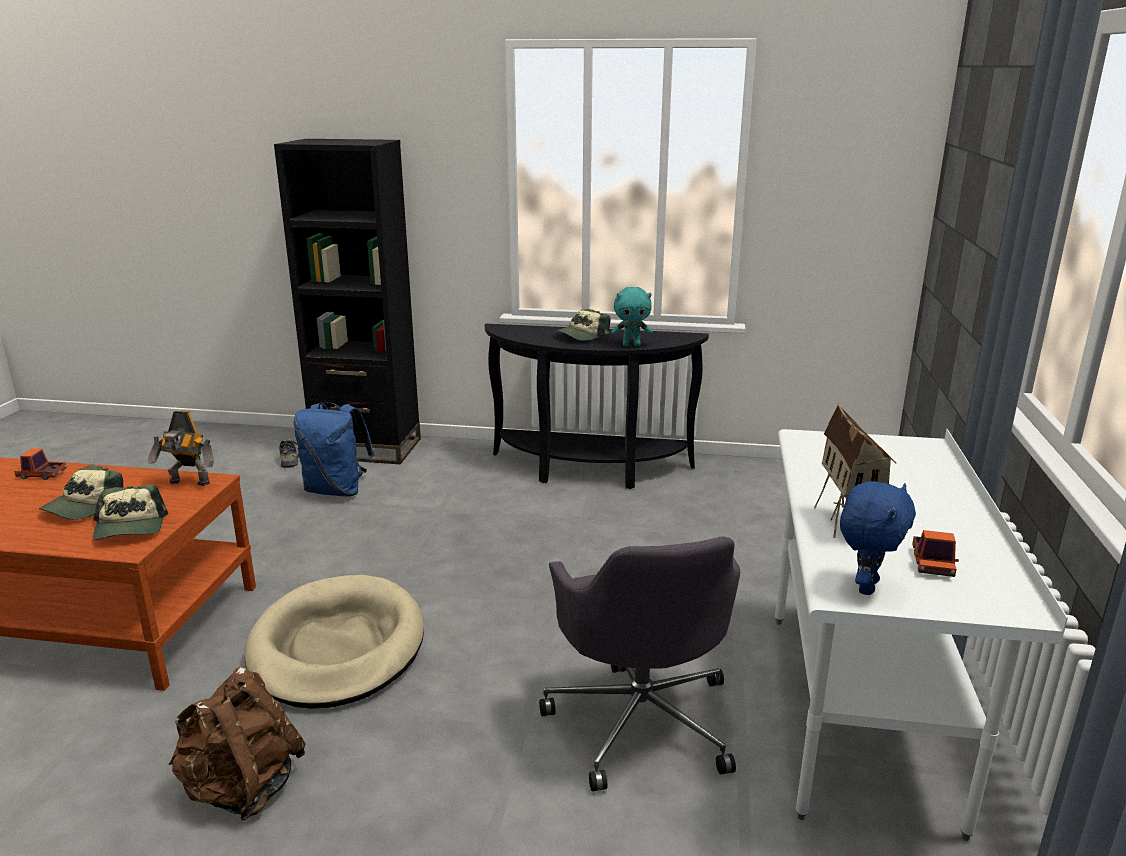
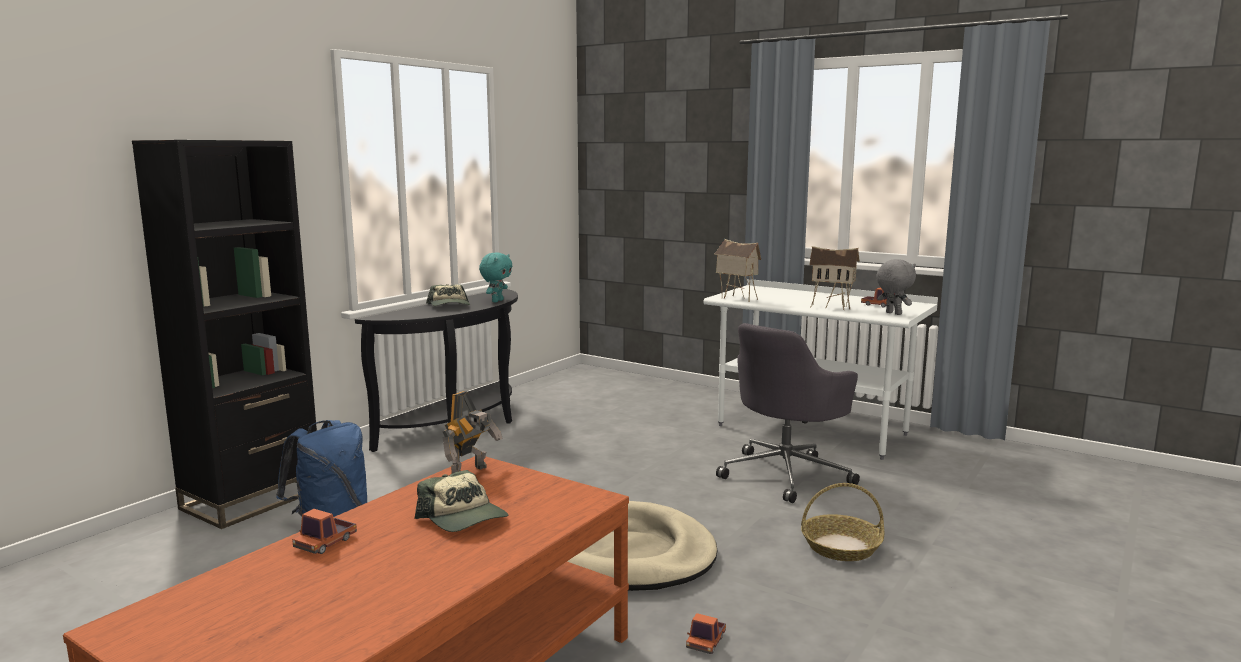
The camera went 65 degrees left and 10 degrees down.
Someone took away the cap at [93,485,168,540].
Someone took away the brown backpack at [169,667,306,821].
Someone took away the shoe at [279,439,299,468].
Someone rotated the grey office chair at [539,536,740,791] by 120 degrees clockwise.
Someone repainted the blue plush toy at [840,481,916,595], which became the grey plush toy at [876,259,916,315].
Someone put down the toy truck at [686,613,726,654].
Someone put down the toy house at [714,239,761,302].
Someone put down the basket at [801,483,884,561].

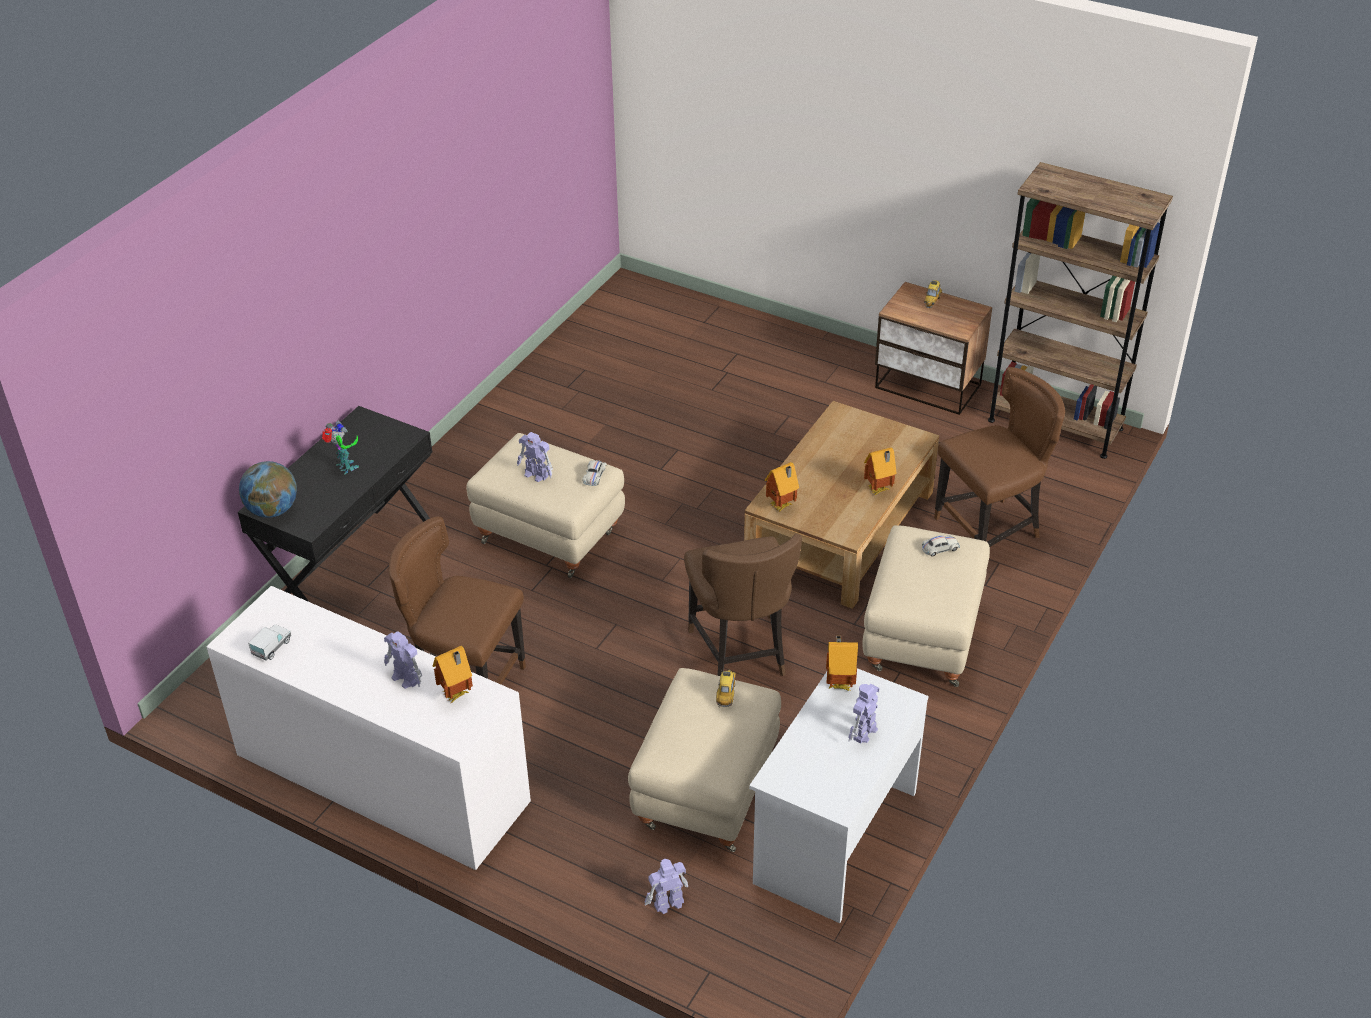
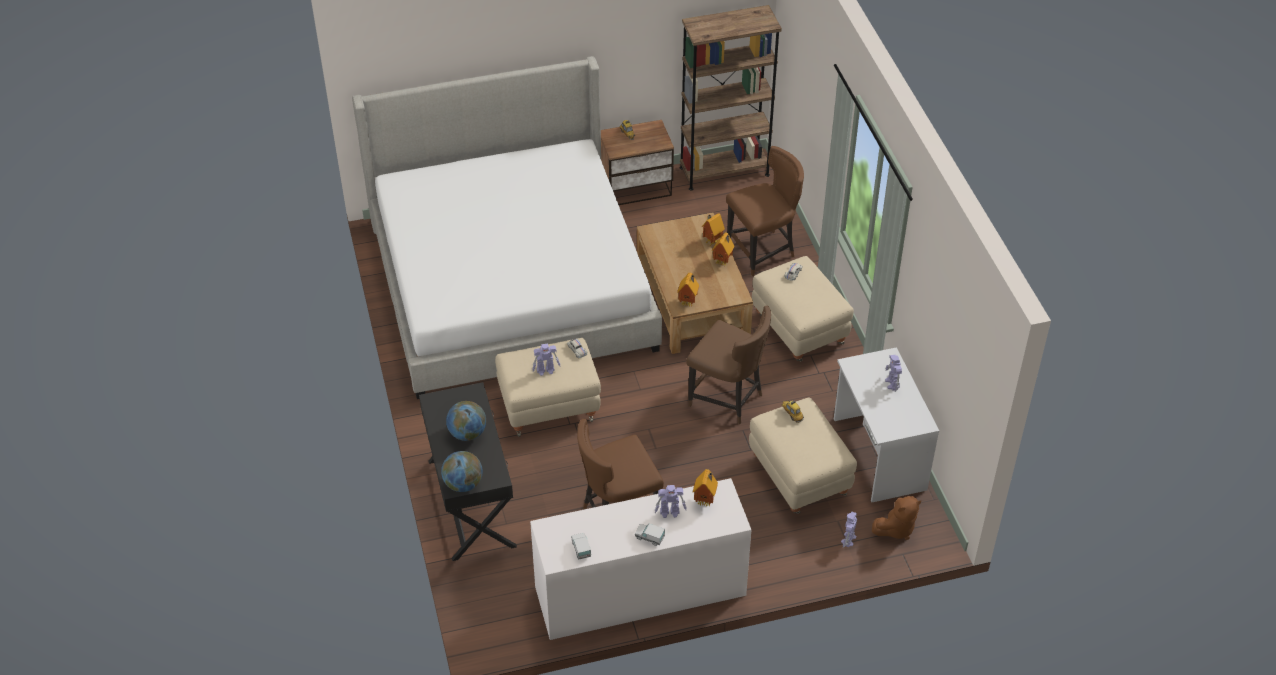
The camera went 45 degrees left and 5 degrees up.
Someone swapped the toy robot at [322,420,359,474] for the globe at [446,401,486,441].
Someone carried the toy house from [826,636,858,691] to [702,213,725,246].
Someone rotated the brown chair at [934,367,1065,547] by 45 degrees clockwise.
Someone put down the bed at [352,56,662,399].
Someone put down the toy truck at [635,524,665,546].
Someone put down the brown plush toy at [872,496,921,540].

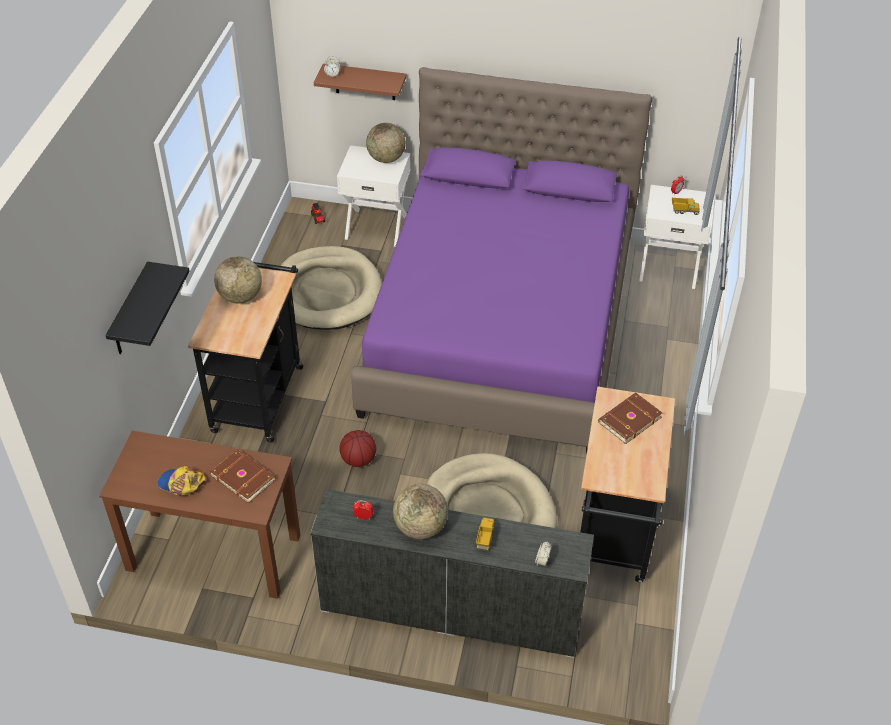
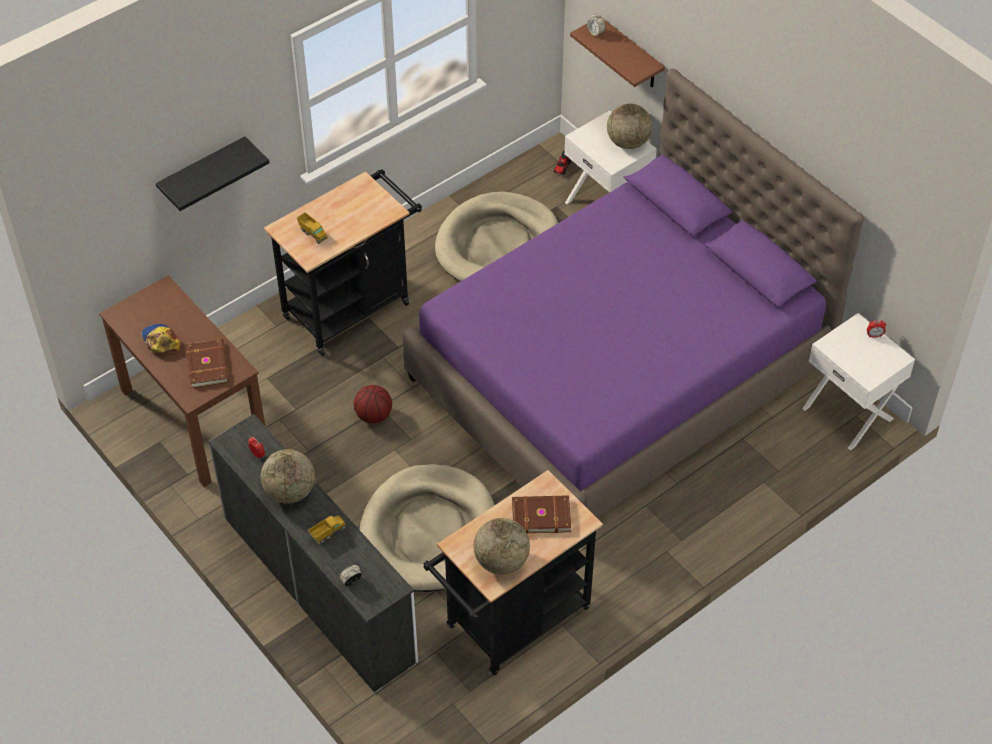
The camera went 40 degrees right and 5 degrees up.
Someone carried the globe from [214,256,262,303] to [474,518,530,575].
Someone carried the toy truck from [672,198,700,215] to [297,212,328,244].

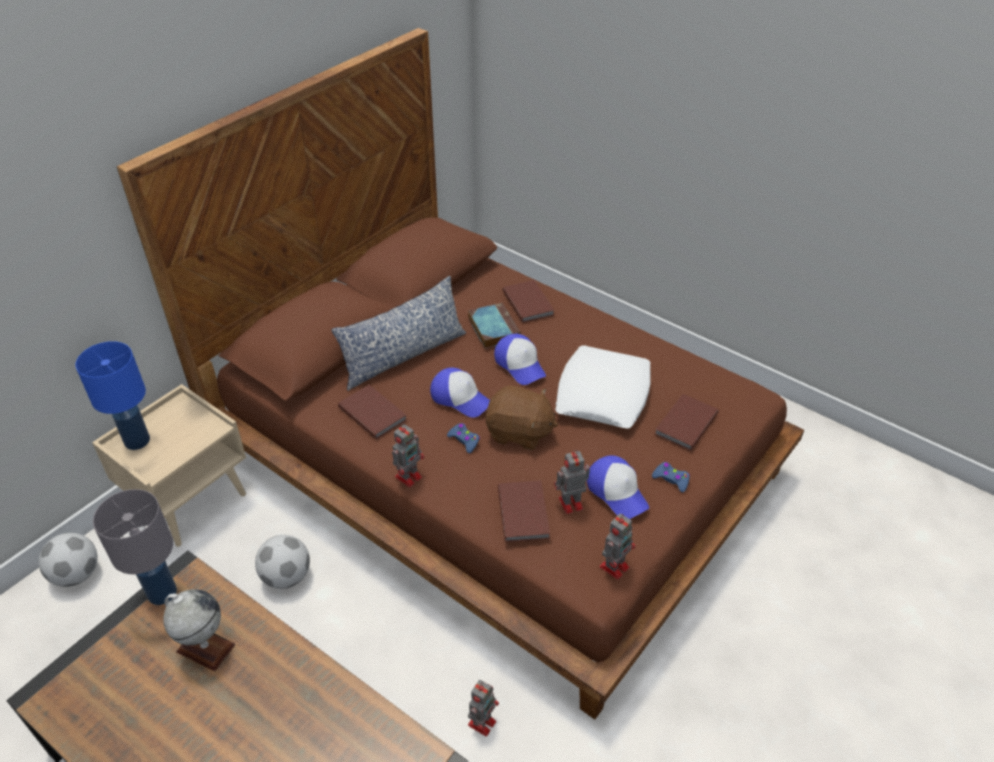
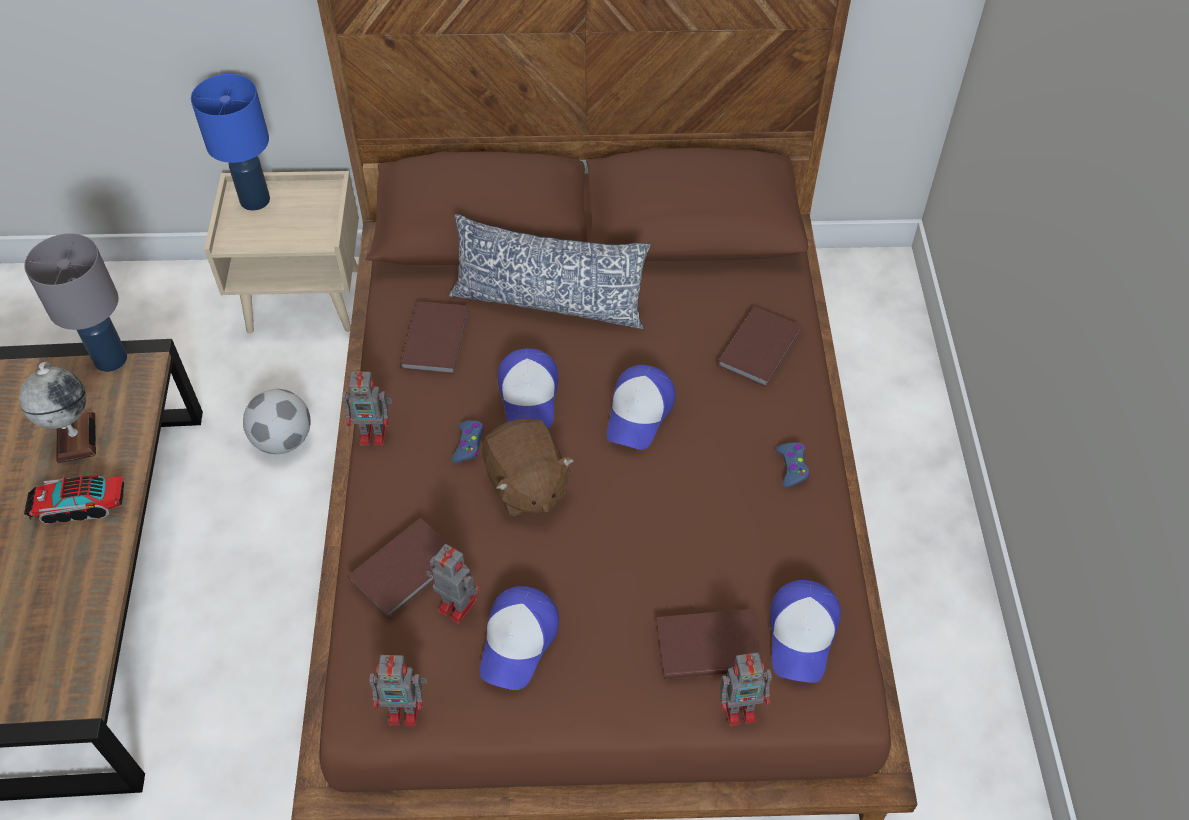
The camera went 50 degrees right and 10 degrees up.
Someone took away the football at [39,533,98,587].
Someone took away the book at [468,303,521,349].
Someone carried the toy robot from [468,680,499,737] to [720,653,772,726].
Someone took away the white pillow at [555,346,651,429].
Someone carried the blue game controller from [652,462,690,493] to [776,442,810,488].
Someone put down the toy truck at [24,474,124,524].
Someone put down the cap at [770,580,841,683].

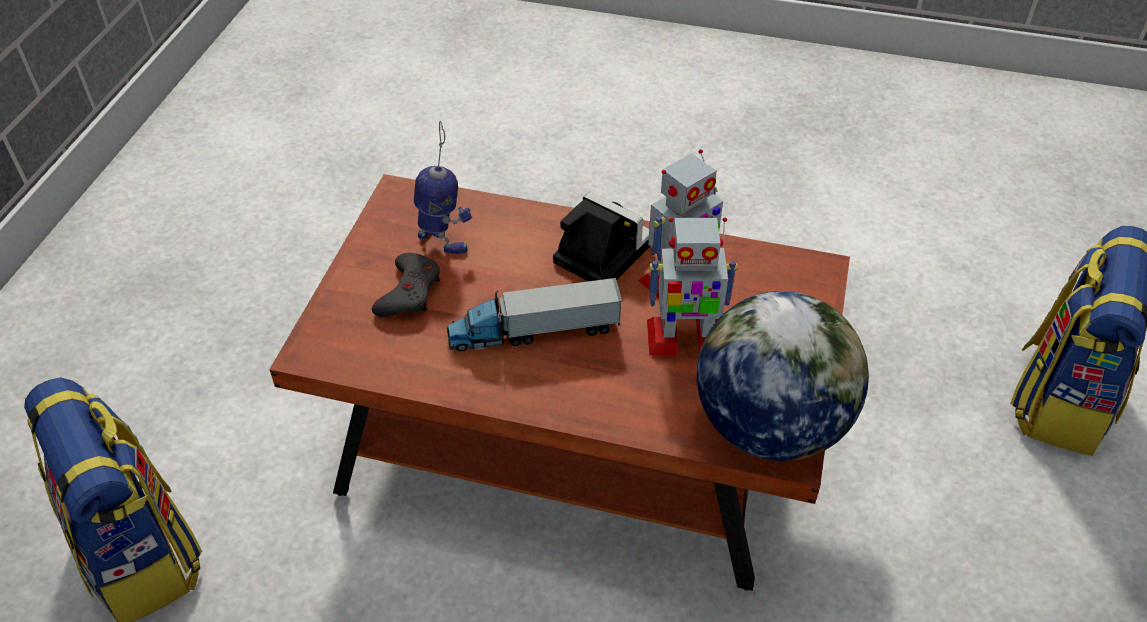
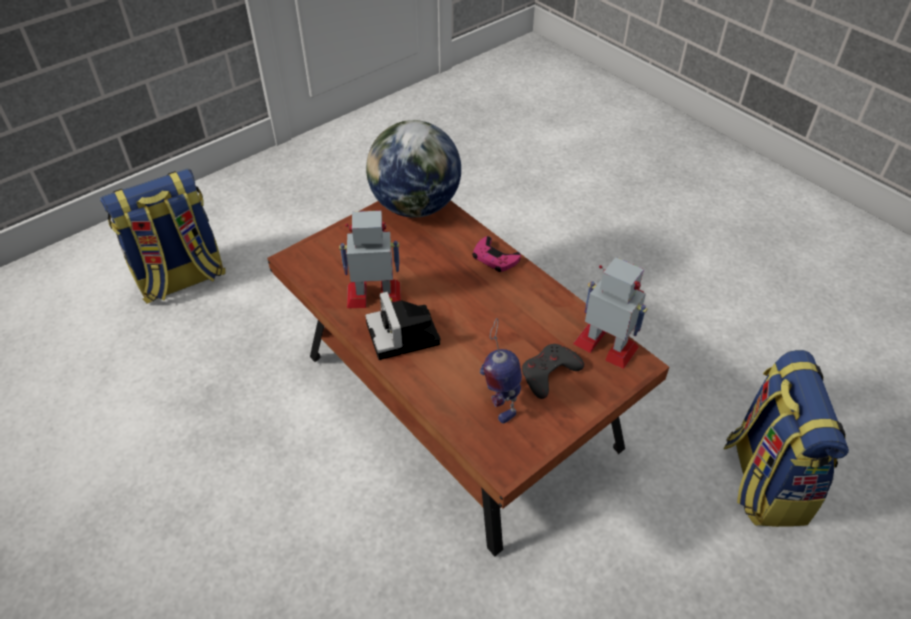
The camera went 145 degrees left and 0 degrees up.
Someone took away the toy truck at [447,278,622,351].
Someone carried the toy robot from [647,217,738,355] to [573,257,647,369].
Someone put down the pink game controller at [472,236,521,272].

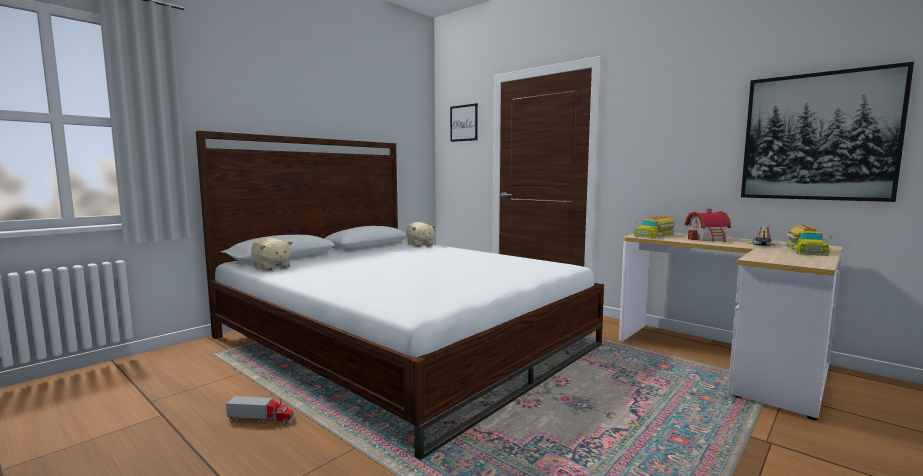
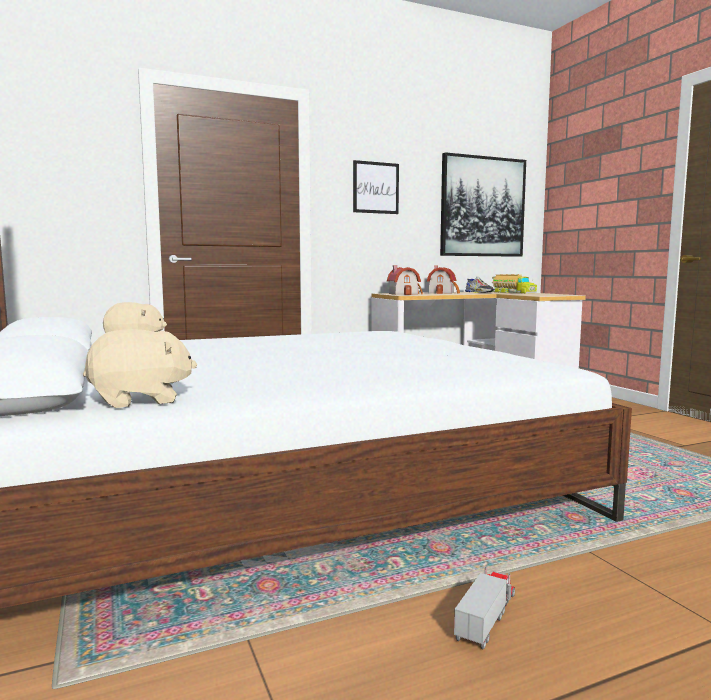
The camera went 65 degrees left and 0 degrees up.
Someone carried the picture from [450,103,478,142] to [353,160,399,214].
Someone swapped the toy truck at [634,216,676,239] for the toy house at [387,265,423,295].

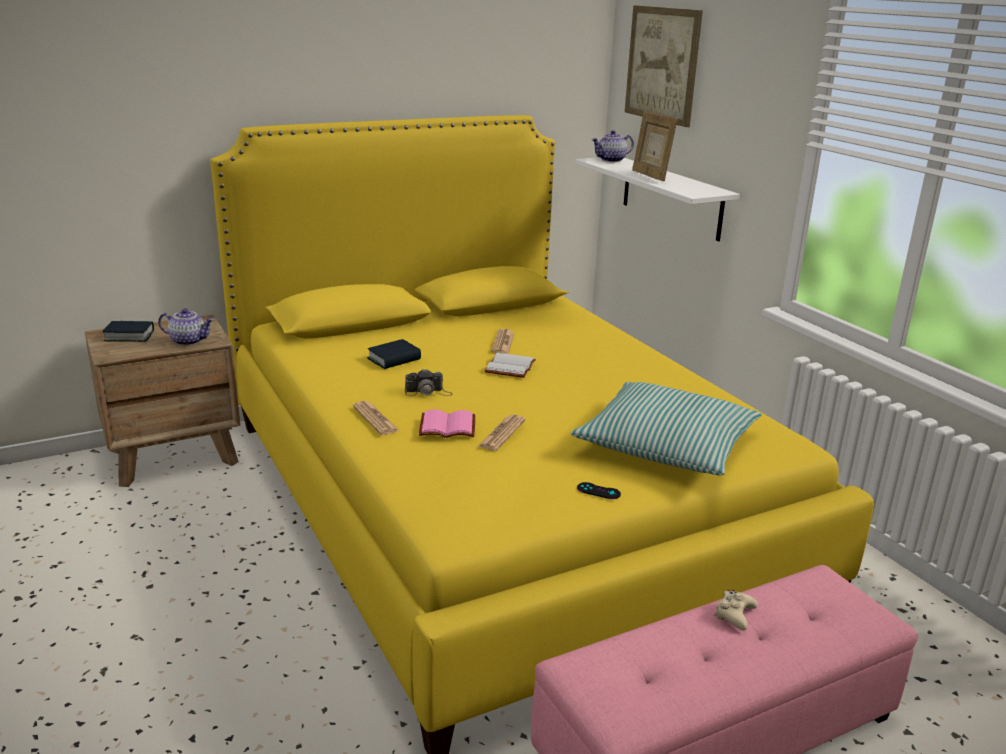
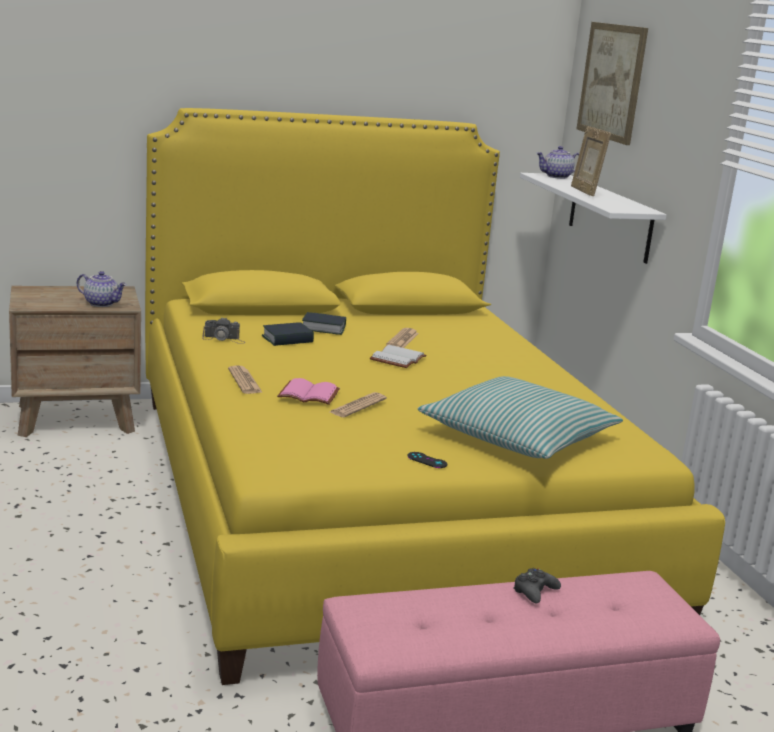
The camera went 10 degrees right and 5 degrees down.
Someone carried the book from [102,321,154,342] to [302,312,346,335].
Someone carried the photo camera from [405,369,453,396] to [202,318,245,344].
Someone repainted the beige game controller at [714,590,758,630], which became the black game controller at [513,568,561,604].

